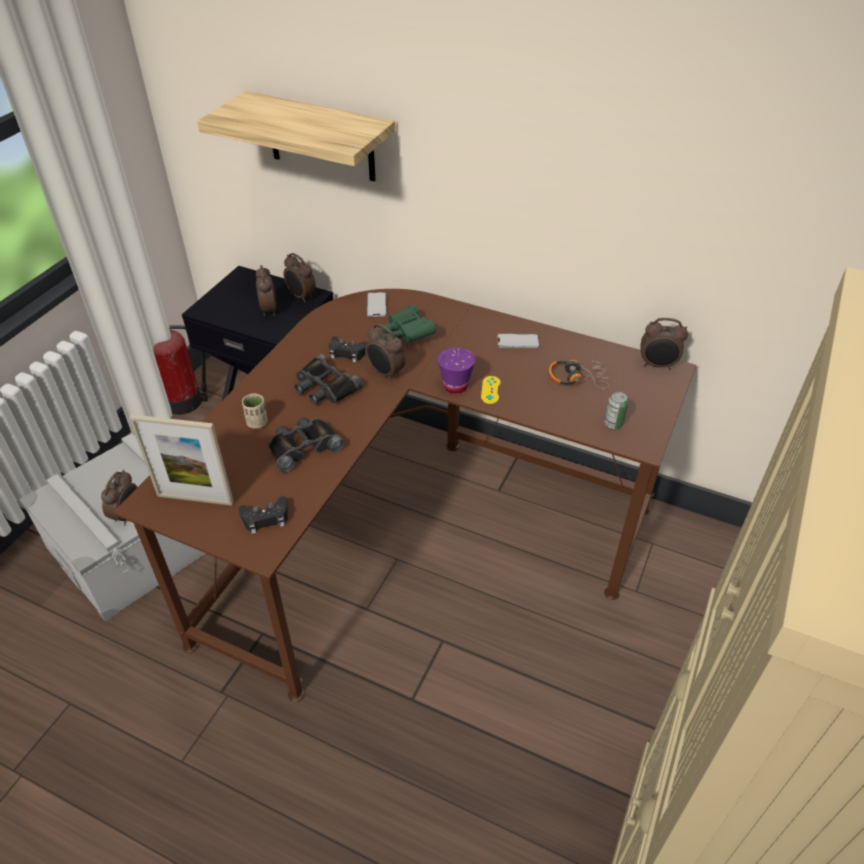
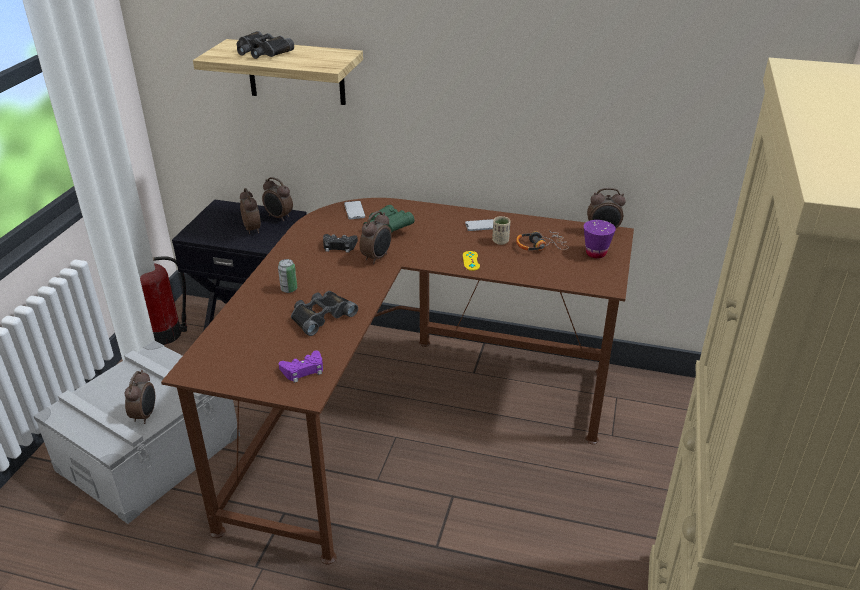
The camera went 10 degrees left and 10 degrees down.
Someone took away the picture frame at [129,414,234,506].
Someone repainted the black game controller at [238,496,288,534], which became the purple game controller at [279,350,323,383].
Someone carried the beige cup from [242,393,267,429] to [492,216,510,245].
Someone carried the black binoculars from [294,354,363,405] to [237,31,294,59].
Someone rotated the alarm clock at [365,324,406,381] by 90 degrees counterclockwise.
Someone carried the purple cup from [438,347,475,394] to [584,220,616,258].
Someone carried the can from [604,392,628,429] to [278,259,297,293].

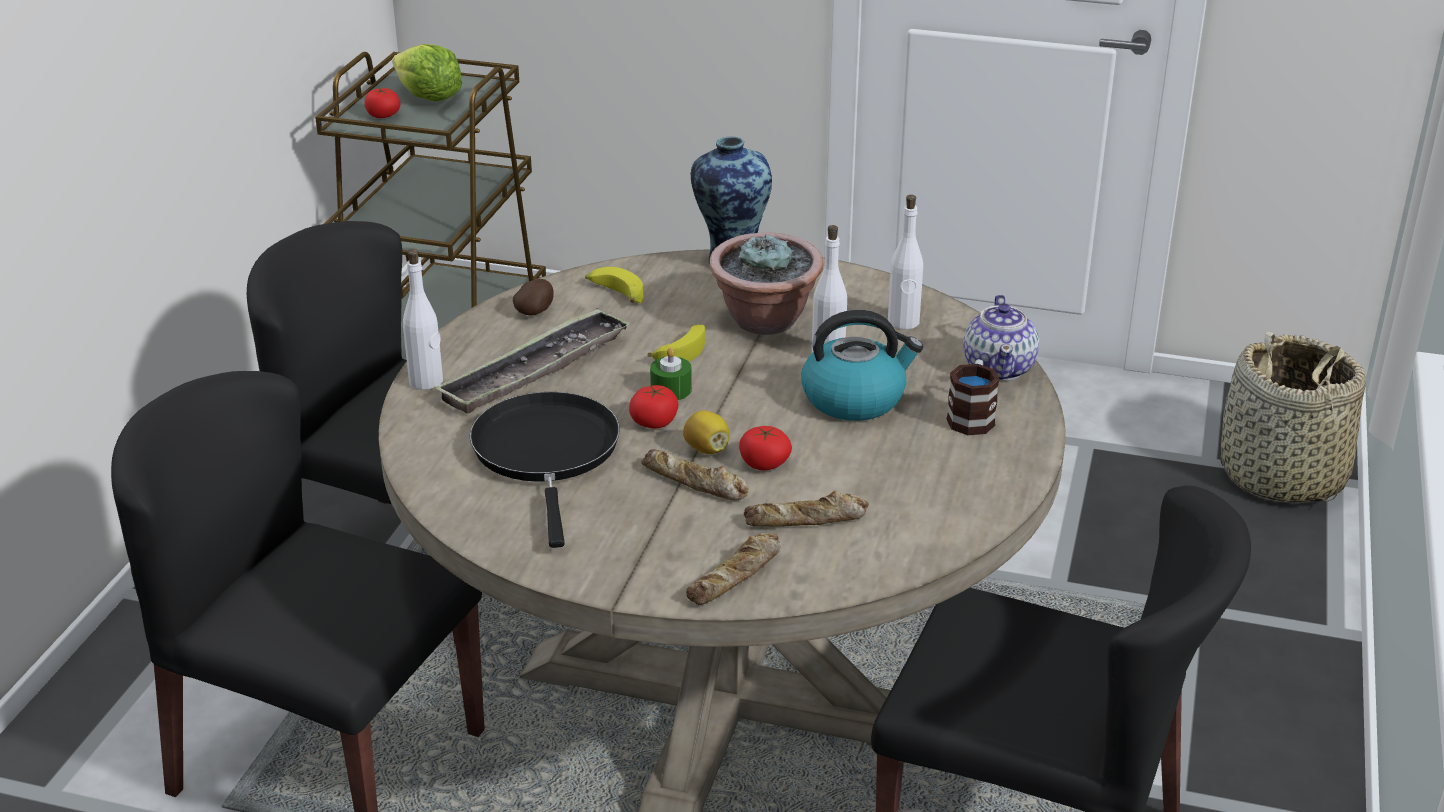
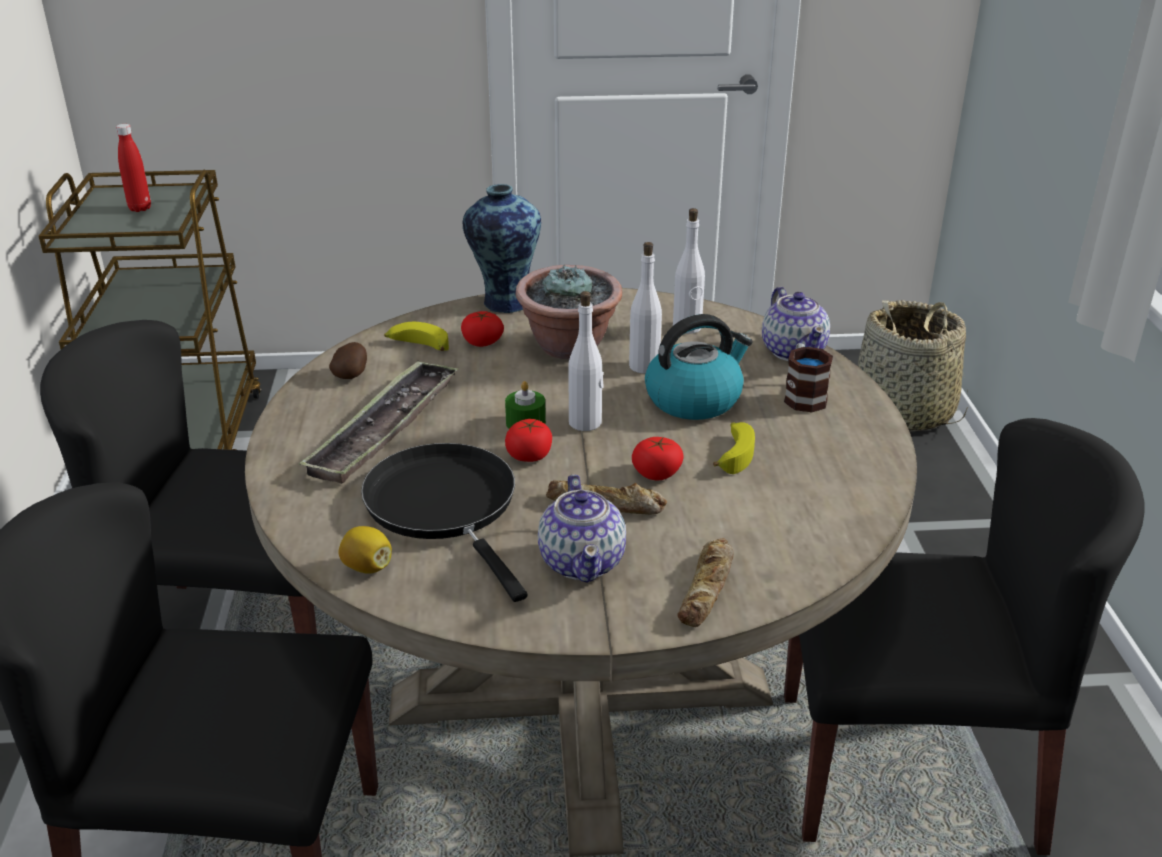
The camera went 20 degrees left and 0 degrees up.
Someone carried the tomato from [364,88,400,118] to [461,311,504,347].
Someone swapped the lettuce at [392,44,463,102] for the red bottle at [116,124,151,212].
Someone carried the white bottle from [403,249,443,390] to [568,291,604,431].
Someone carried the banana from [648,324,705,361] to [713,422,755,474].
Someone carried the lemon from [683,411,730,454] to [339,526,392,574].
Someone took away the bread at [744,491,869,527].
Someone put down the teapot at [538,474,626,583].

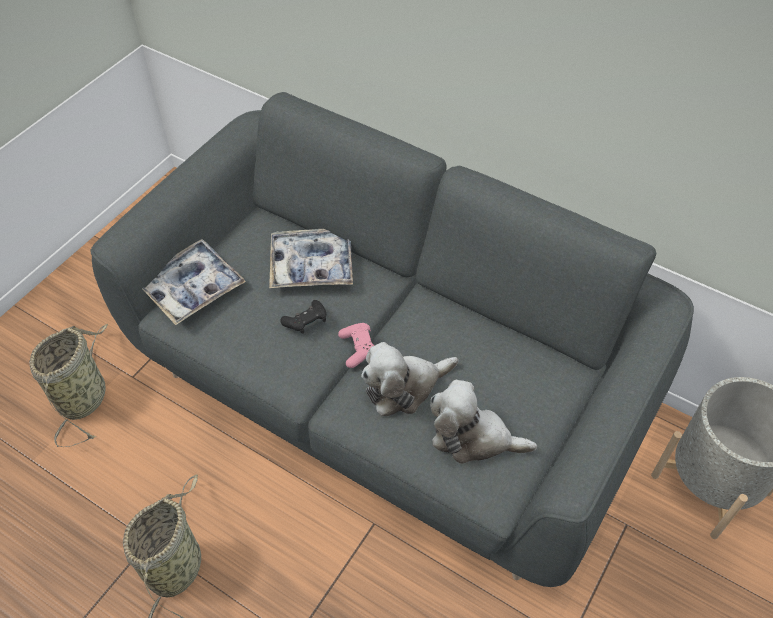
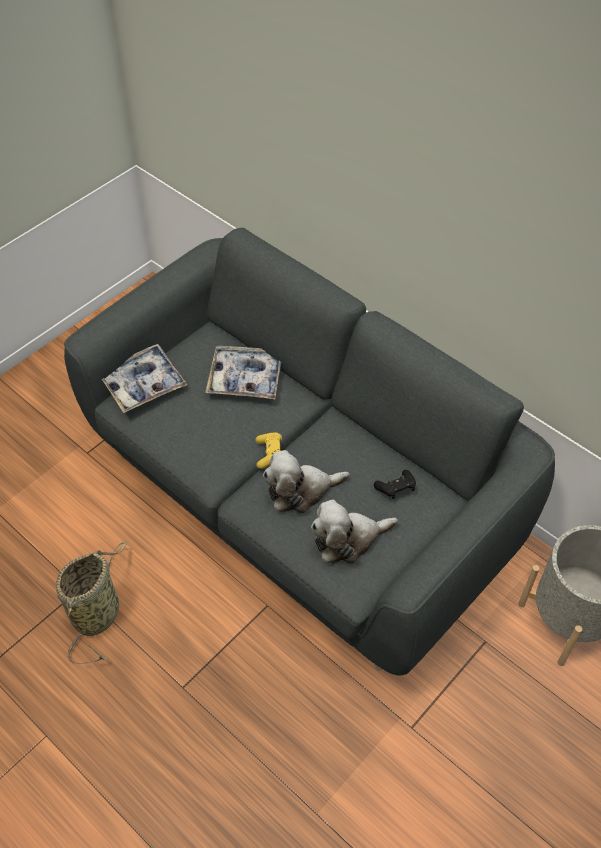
The camera went 10 degrees right and 0 degrees up.
Someone took away the basket at [29,324,108,447].
Someone carried the black game controller from [280,300,326,334] to [374,470,416,499].
Someone repainted the pink game controller at [338,323,375,368], which became the yellow game controller at [255,433,282,469].
Someone rotated the plush toy at [430,380,537,464] by 45 degrees counterclockwise.

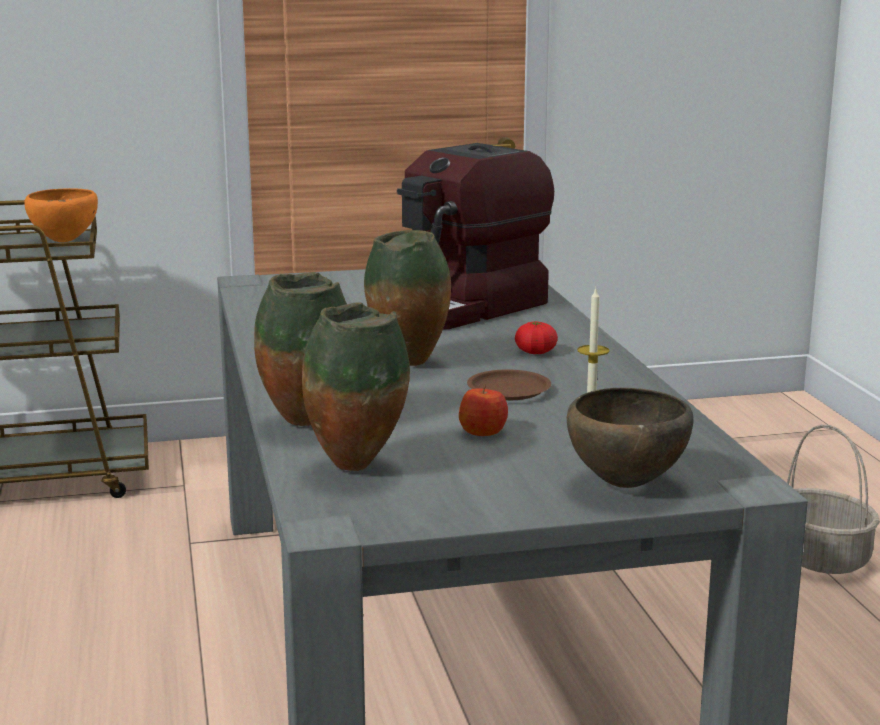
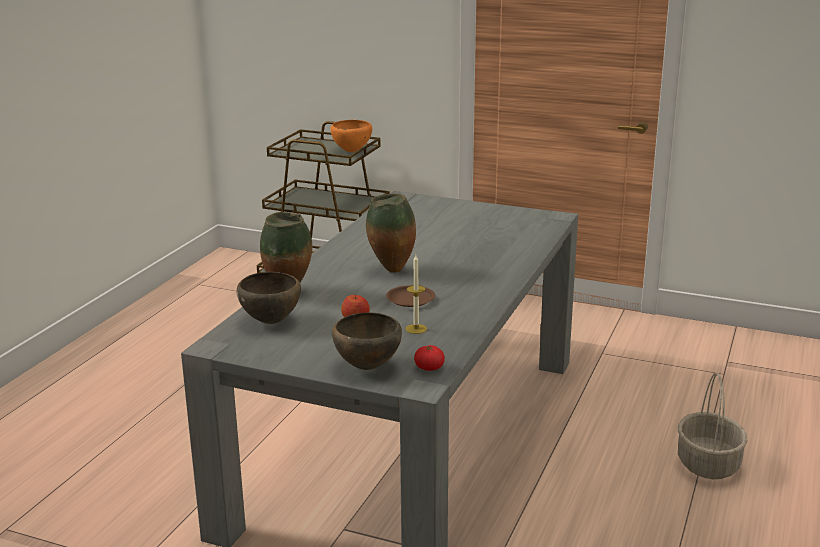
The camera went 35 degrees right and 5 degrees up.
Someone swapped the vase at [302,302,410,471] for the brown bowl at [237,272,301,324].
Someone took away the coffee machine at [397,143,554,329].
Someone carried the tomato from [515,321,558,354] to [414,345,445,371].

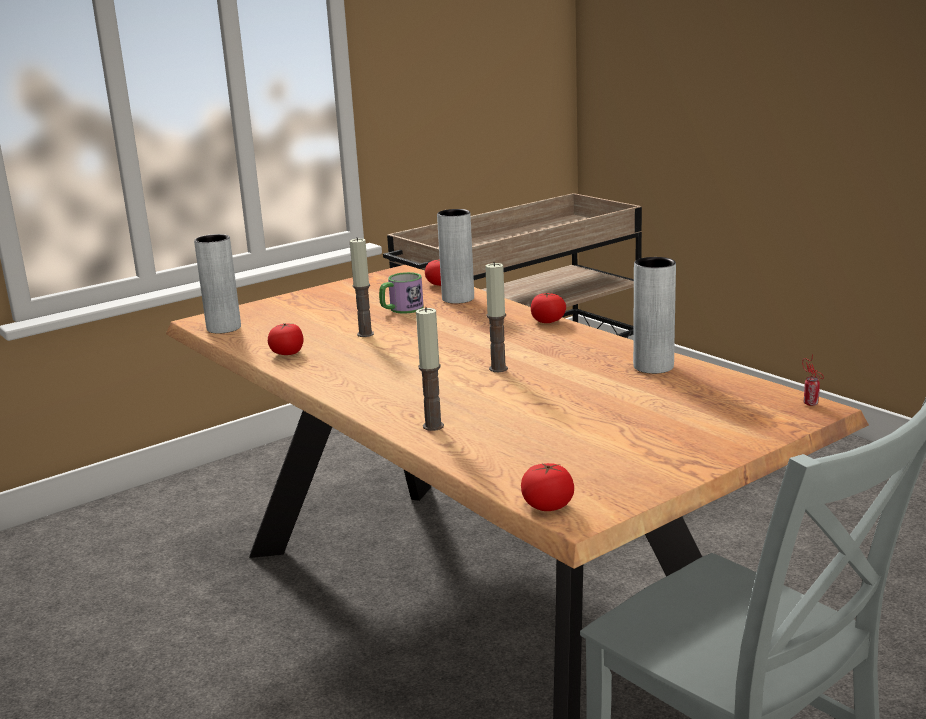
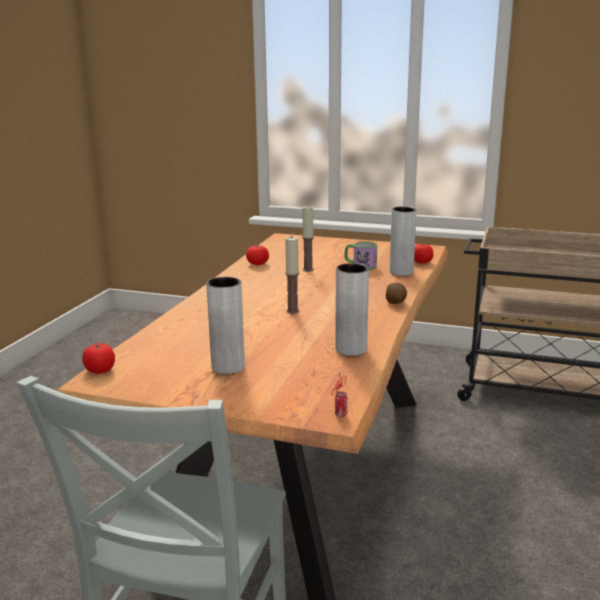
The camera went 55 degrees right and 0 degrees up.
Someone carried the grey vase from [194,234,241,334] to [206,277,245,374].
Someone took away the candle at [416,307,444,431].
Someone swapped the tomato at [531,293,566,323] for the potato at [386,283,407,304].

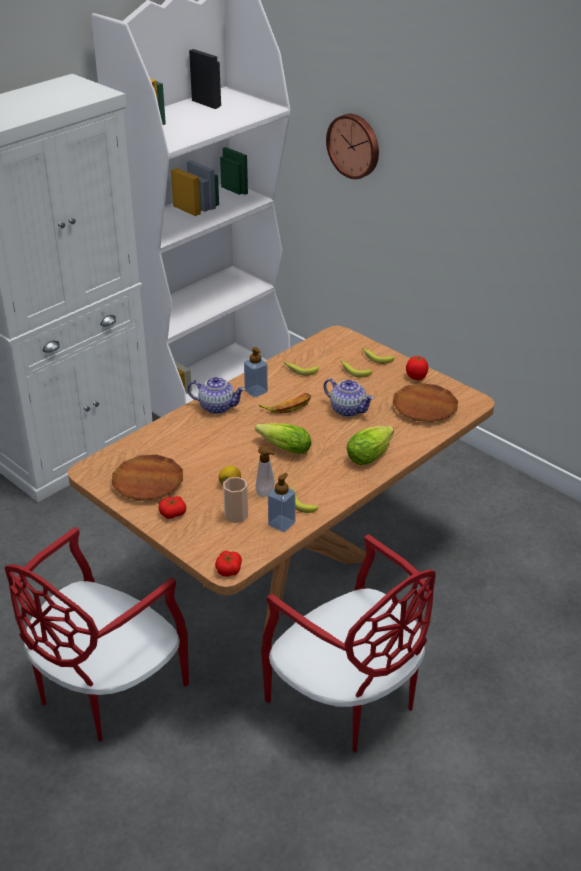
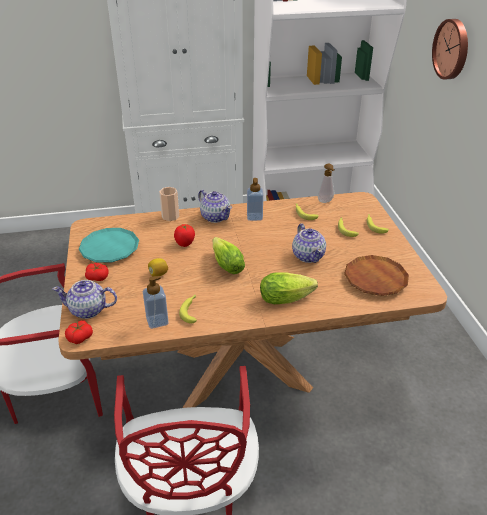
The camera went 35 degrees right and 0 degrees up.
Someone repainted the brown plate at [112,455,183,501], which became the turquoise plate at [79,228,139,263].
Someone carried the cup from [223,477,248,523] to [159,187,179,221].
Someone carried the soap dispenser from [255,446,276,497] to [317,164,334,203].
Someone took away the banana at [259,393,311,414].
Someone carried the tomato from [406,356,428,380] to [174,224,195,247].
Someone put down the teapot at [52,280,117,319].

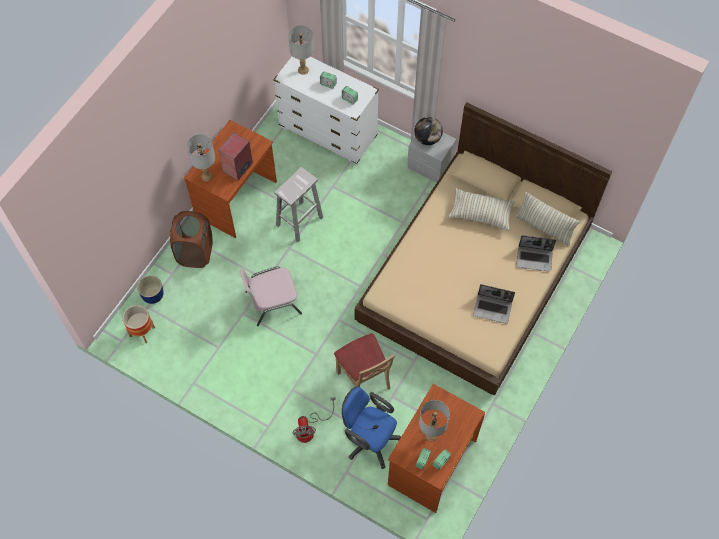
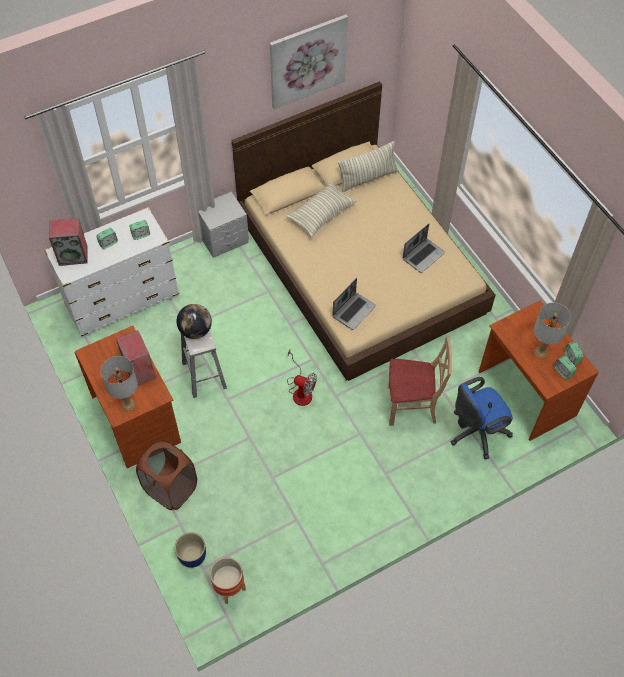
The camera went 60 degrees left and 5 degrees down.
Someone took away the pink chair at [240,267,302,326].
Someone swapped the grey table lamp at [288,25,314,75] for the speaker at [49,218,88,266].
Someone carried the fan from [293,397,335,443] to [287,349,317,406].
Someone carried the globe from [414,117,443,145] to [176,304,212,339].
Someone carried the laptop from [516,235,556,272] to [332,278,376,330].
Someone put up the picture at [270,14,348,110].

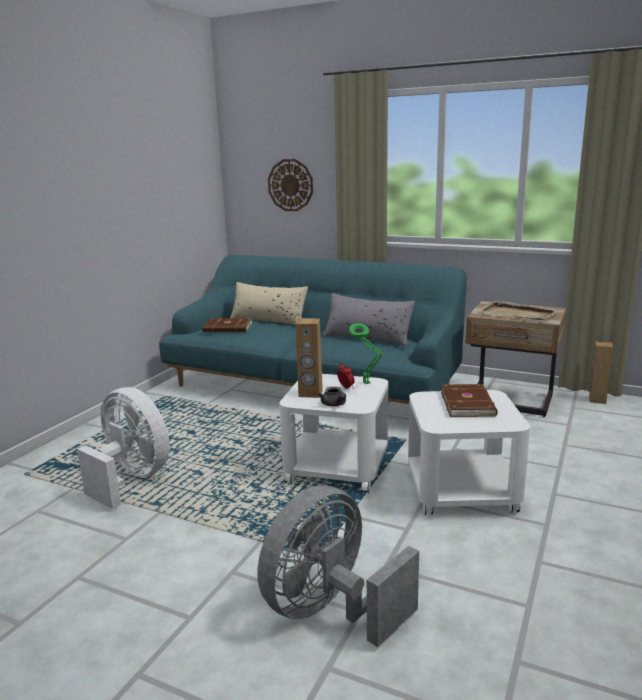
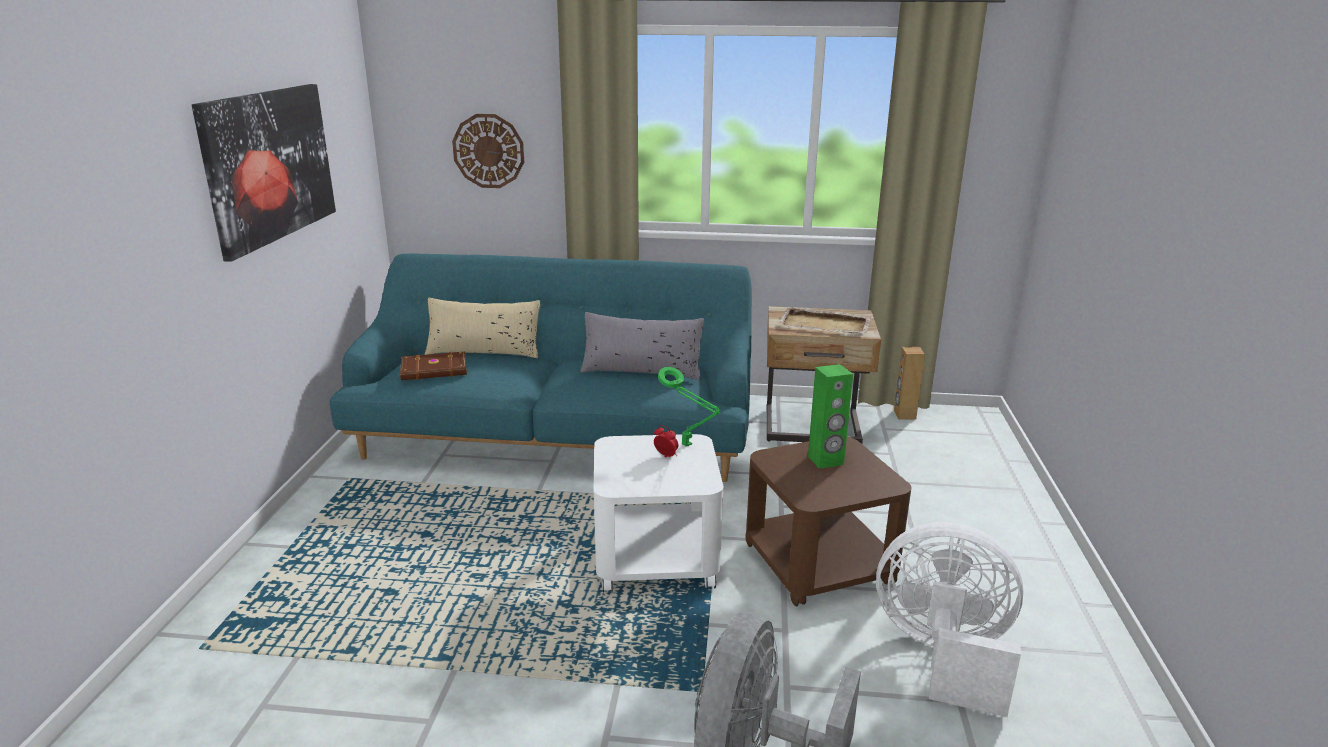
The camera went 20 degrees left and 5 degrees up.
Someone carried the white fan from [77,387,170,509] to [876,522,1024,717].
Someone took away the brown speaker at [295,318,323,398].
Someone took away the grey teapot at [318,387,346,406].
Someone repainted the white side table at [408,390,530,515], which became the brown side table at [746,437,912,606].
Someone swapped the brown book at [441,384,498,417] for the green speaker at [808,364,853,469].
Someone put up the picture at [192,84,336,262].

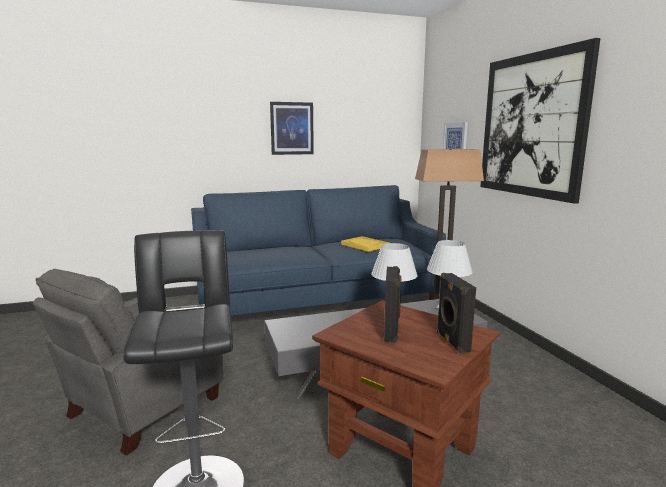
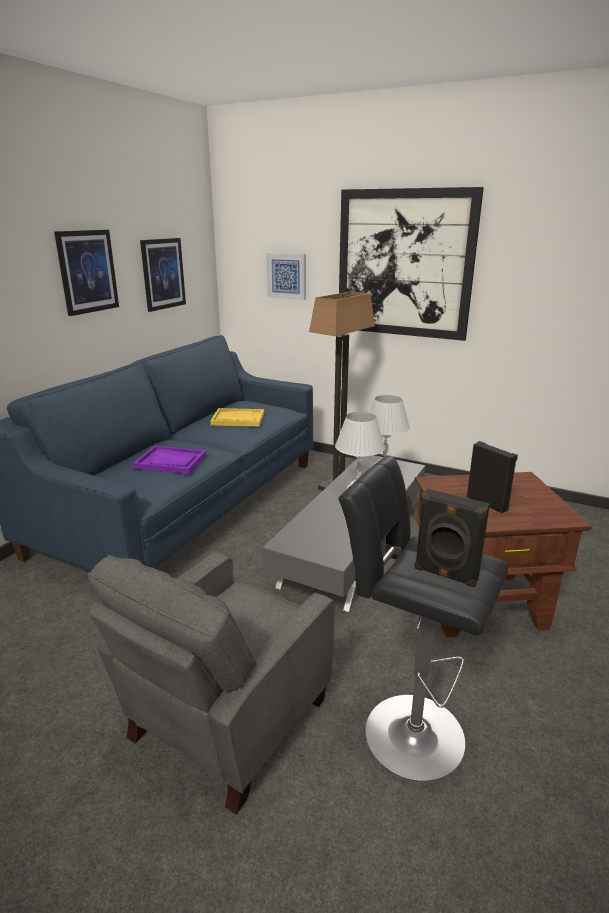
The camera went 45 degrees left and 10 degrees up.
Someone rotated the grey armchair at [32,269,223,456] by 45 degrees clockwise.
Someone carried the black speaker from [437,273,476,354] to [415,488,490,587].
Someone put down the purple tray at [133,446,206,474].
Someone put up the picture at [140,238,186,312].

